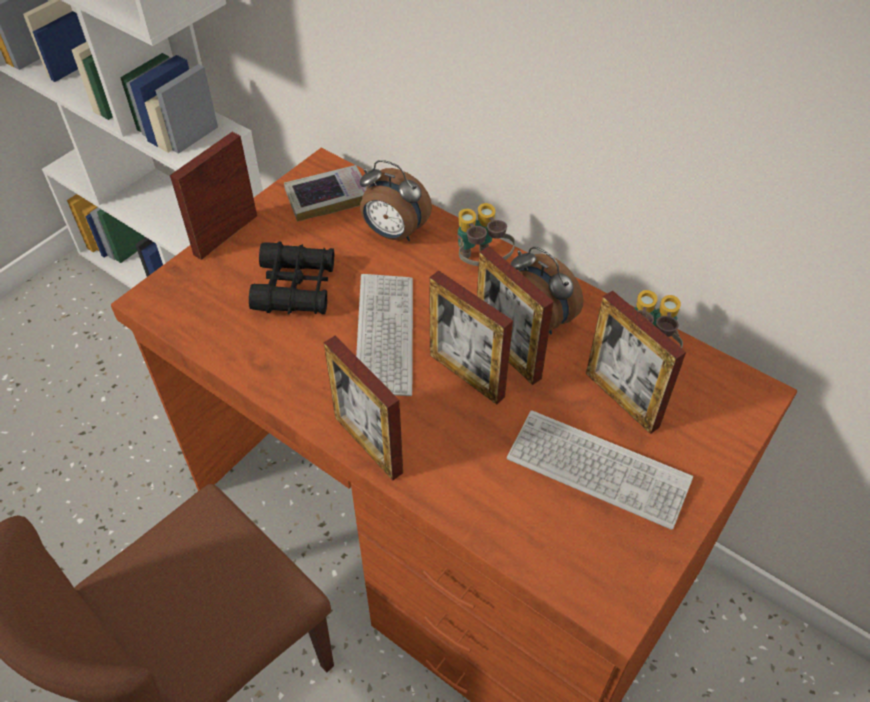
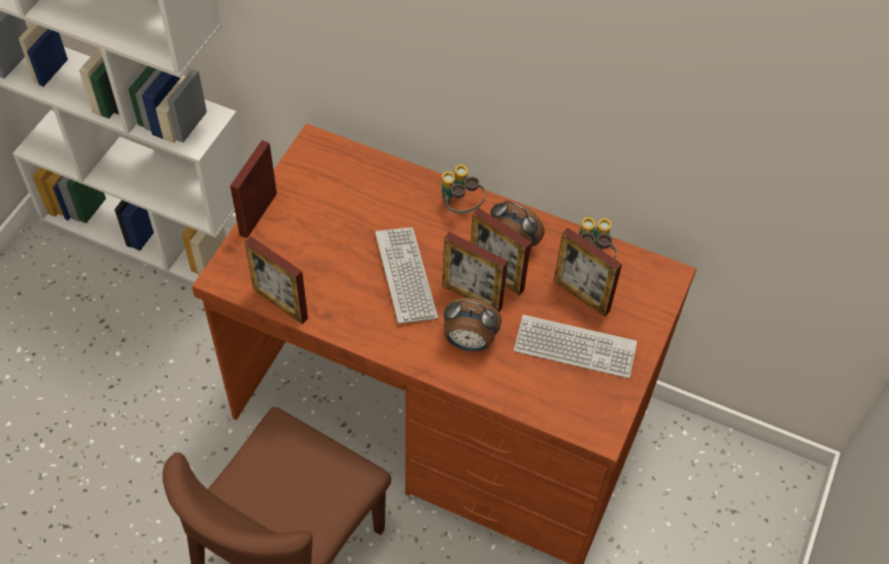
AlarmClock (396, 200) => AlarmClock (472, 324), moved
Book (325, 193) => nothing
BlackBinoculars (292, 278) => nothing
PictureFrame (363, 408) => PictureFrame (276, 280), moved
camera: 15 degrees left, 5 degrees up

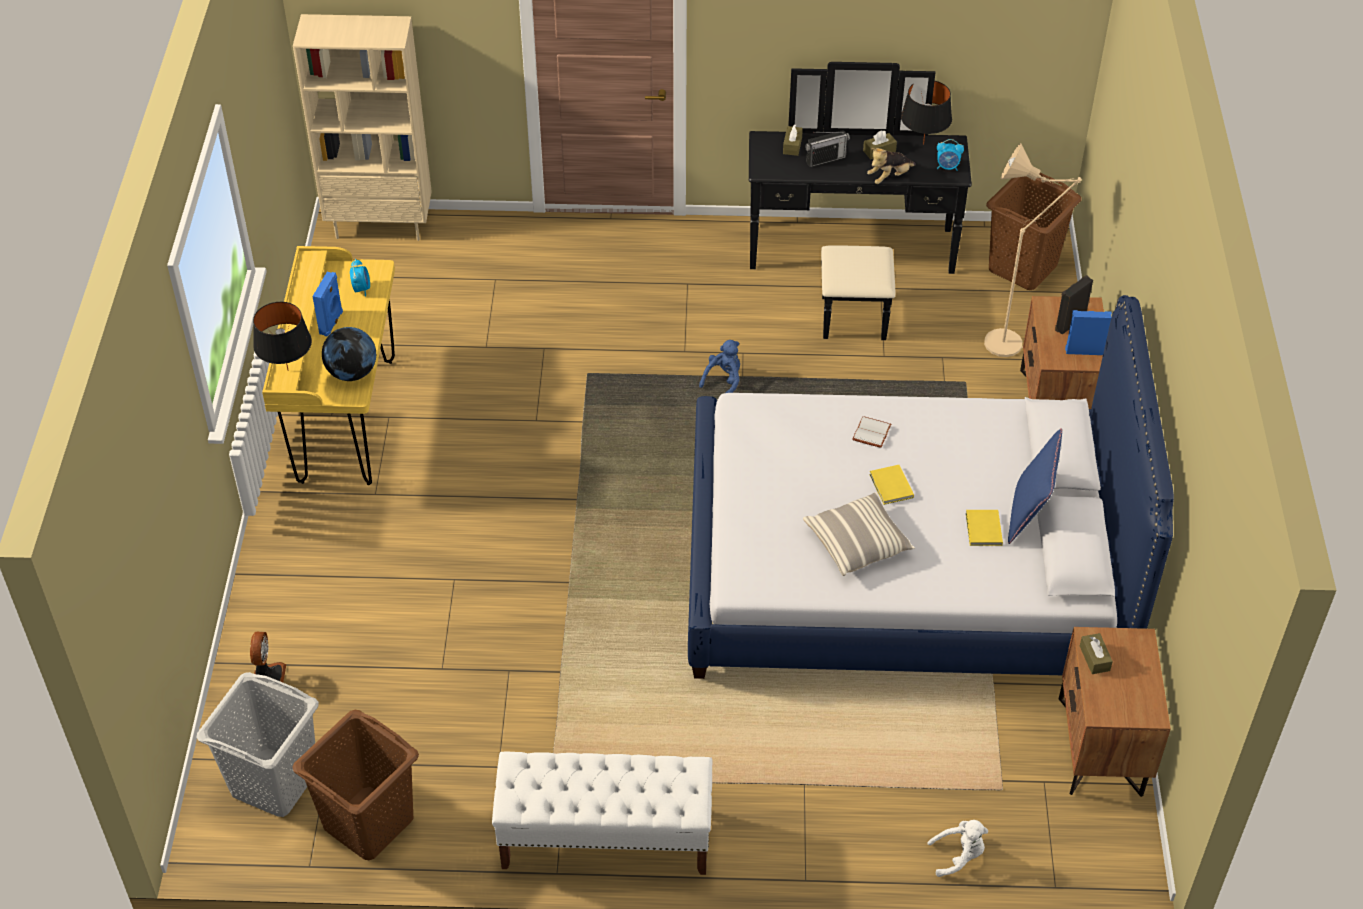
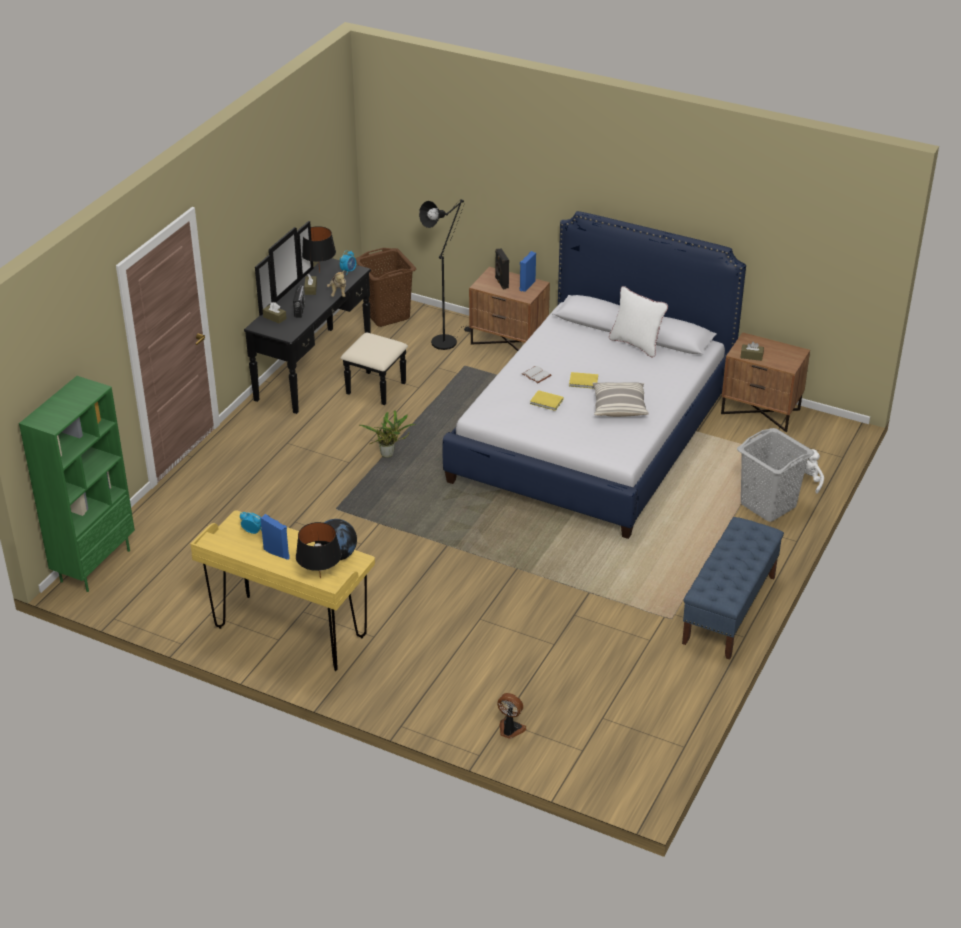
BeigeBookcase (362, 127) => GreenBookcase (77, 484)
BeigeFloorLamp (1032, 250) => BlackFloorLamp (445, 274)
BluePlushToy (719, 366) => PottedPlant (387, 434)
BluePillow (1035, 486) => WhitePillow (638, 321)
YellowBook (984, 528) => YellowBook (547, 400), moved
GreyLaundryBasket (257, 744) => GreyLaundryBasket (775, 475), moved
BrownLaundryBasket (355, 785) => nothing
WhiteBench (602, 813) => BlueBench (733, 588)
camera: 65 degrees left, 10 degrees down

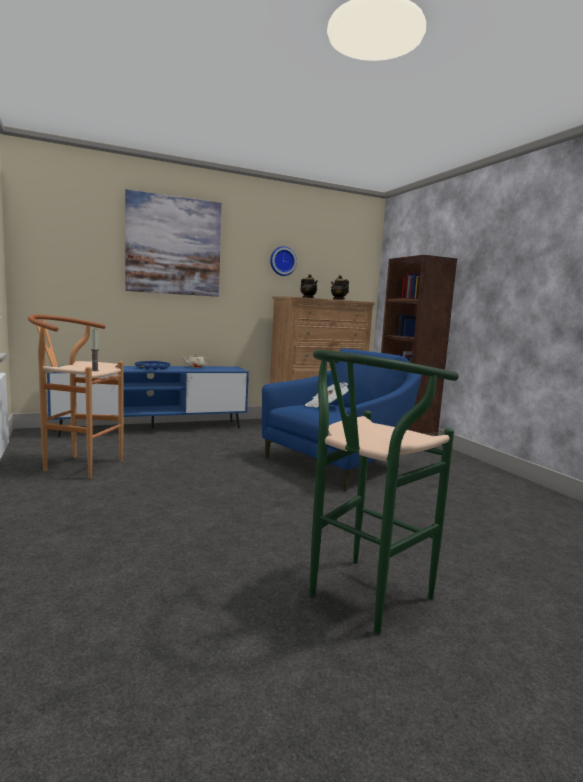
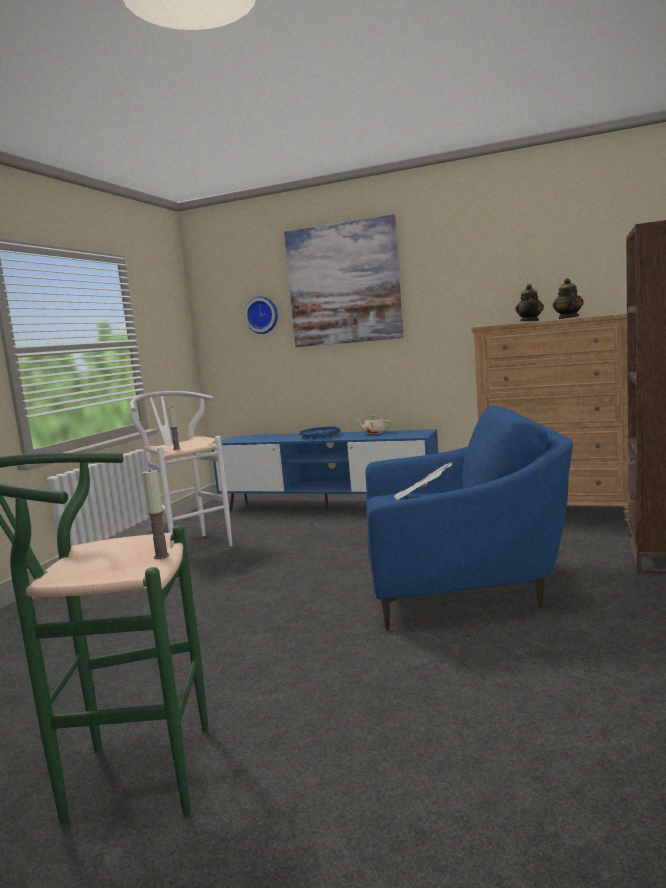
WallClock (283, 261) => WallClock (261, 315), moved
BrownStool (76, 396) => WhiteStool (181, 469)
nothing => Candle (156, 514)
camera: 45 degrees right, 0 degrees up

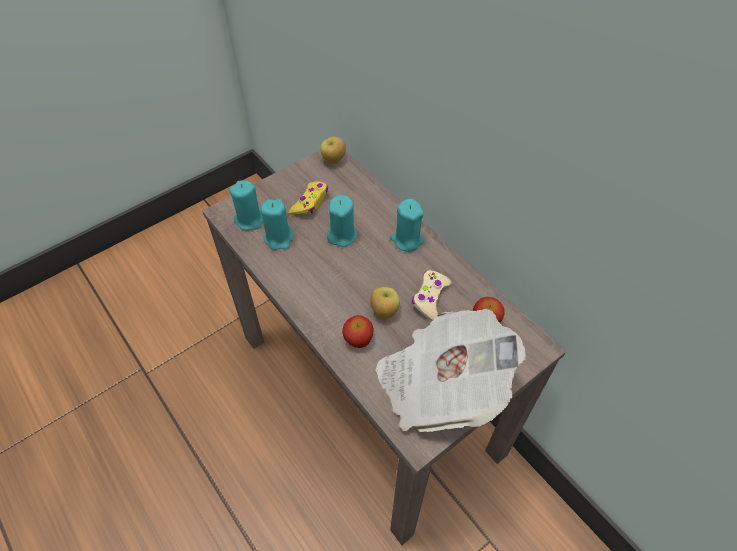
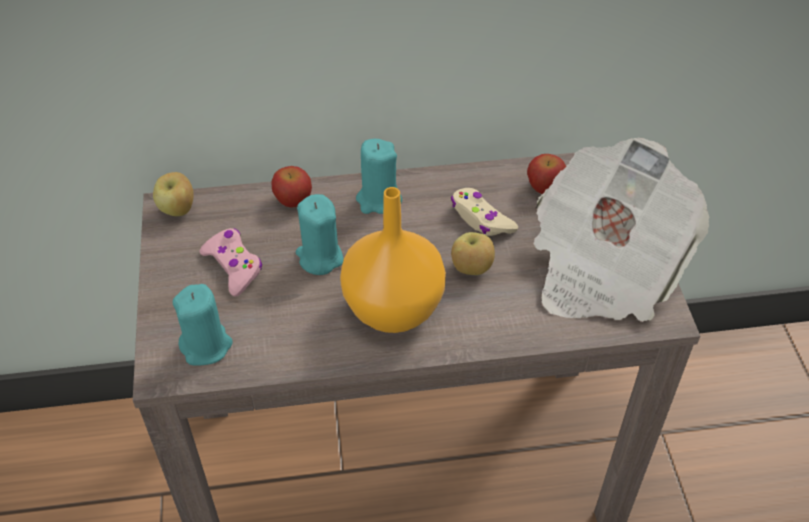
YellowGameController (308, 198) => PinkGameController (230, 262)
TurquoiseCandle (277, 224) => nothing
Apple (358, 331) => Apple (291, 187), moved
nothing => OrangeVase (393, 260)
camera: 60 degrees left, 5 degrees down

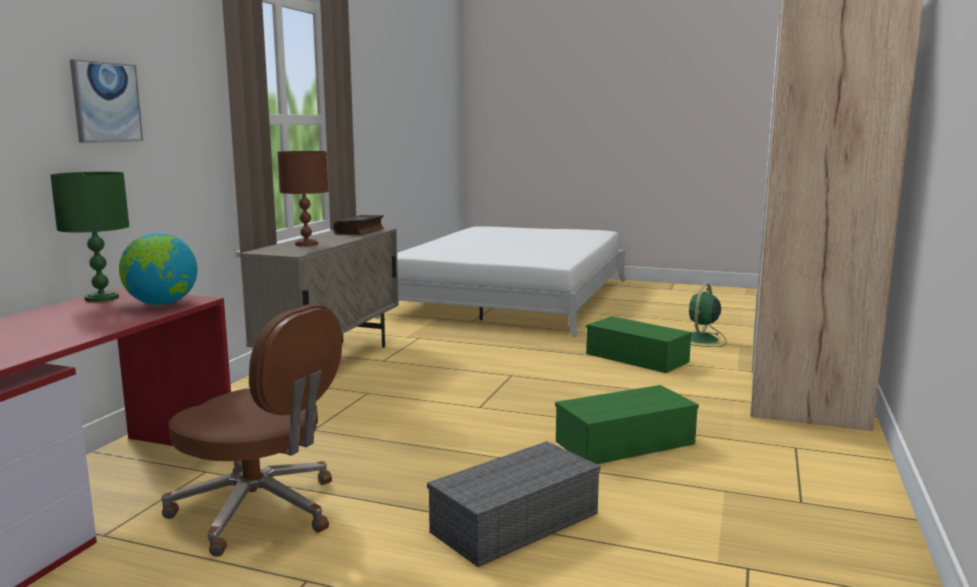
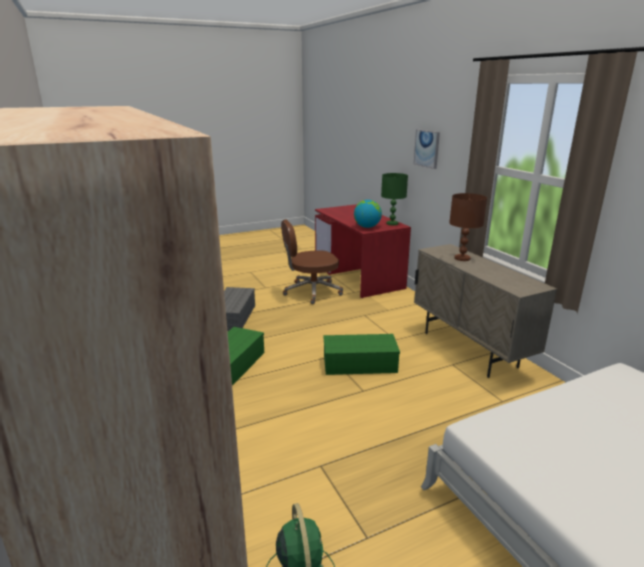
Book (359, 225) => nothing
GreenStorageBox (639, 344) => GreenStorageBox (361, 354), moved
camera: 135 degrees right, 10 degrees up

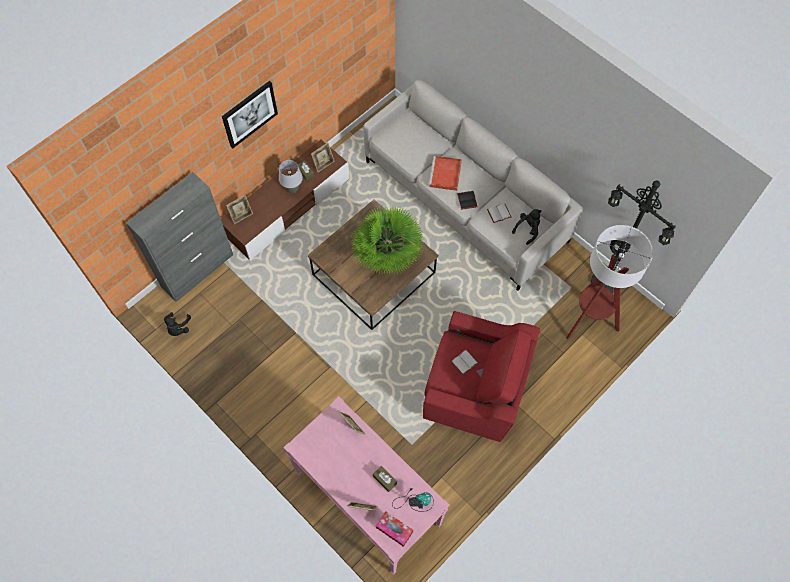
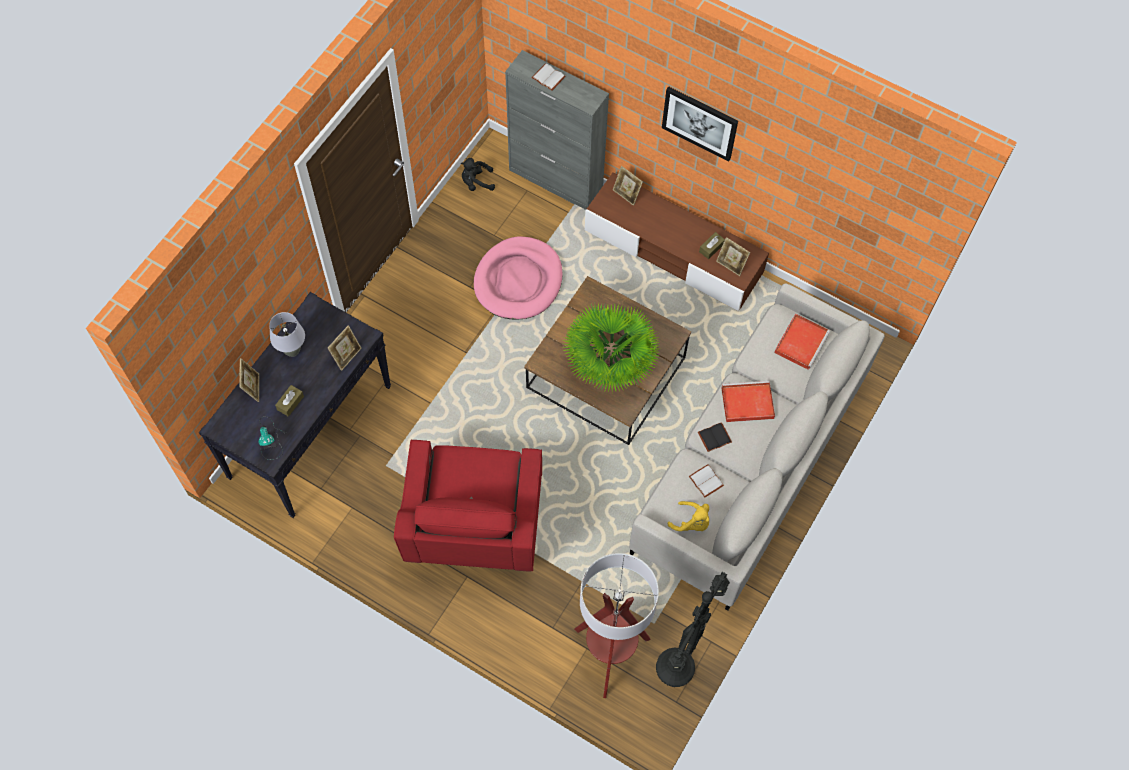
GreyTableLamp (291, 176) => GreyTableLamp (287, 334), moved
BlackPlushToy (526, 227) => YellowPlushToy (688, 516)
WhiteBook (465, 362) => WhiteBook (549, 77), moved
PinkConsoleTable (366, 485) => BlackConsoleTable (295, 405)
TissueBox (394, 529) => nothing
nothing => PinkDogBed (518, 278)
nothing => RedTray (802, 342)
camera: 75 degrees right, 0 degrees up

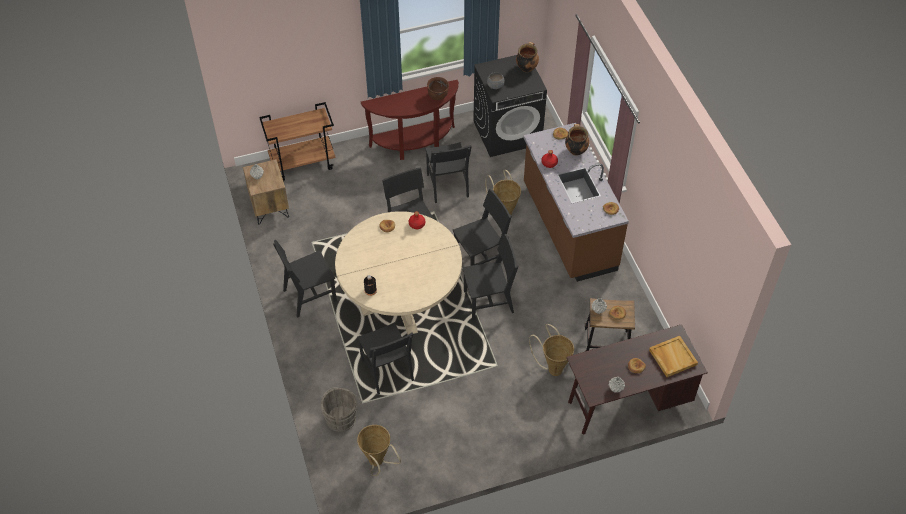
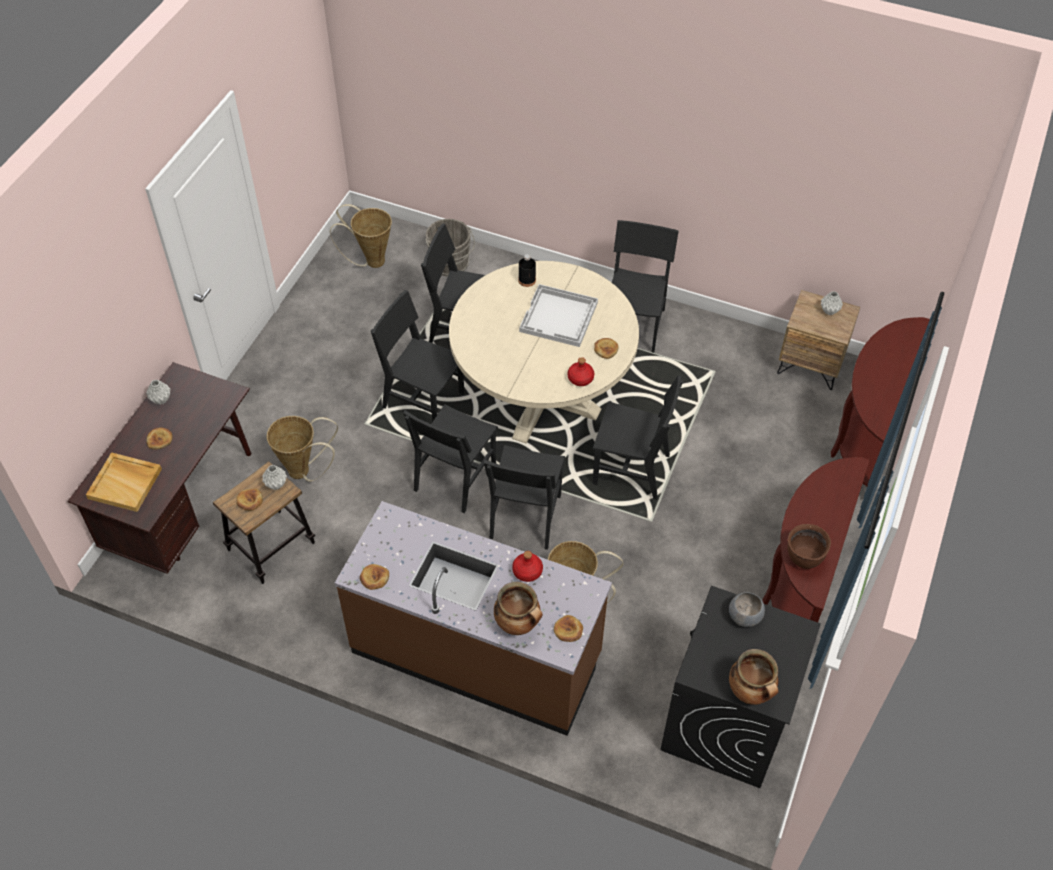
BrownCart (297, 141) => BrownConsoleTable (880, 401)
BlackChair (448, 172) => BlackChair (417, 356), moved
nothing => WhiteTray (558, 315)
camera: 130 degrees right, 0 degrees up

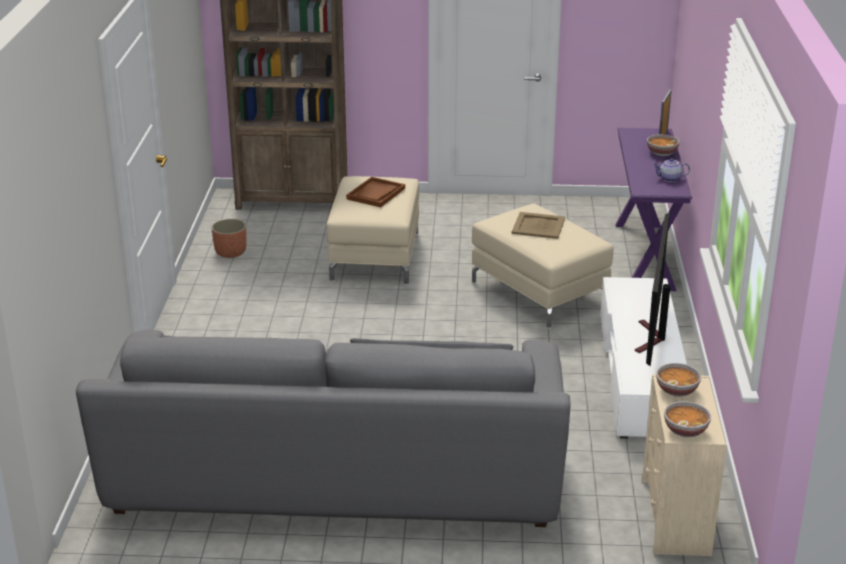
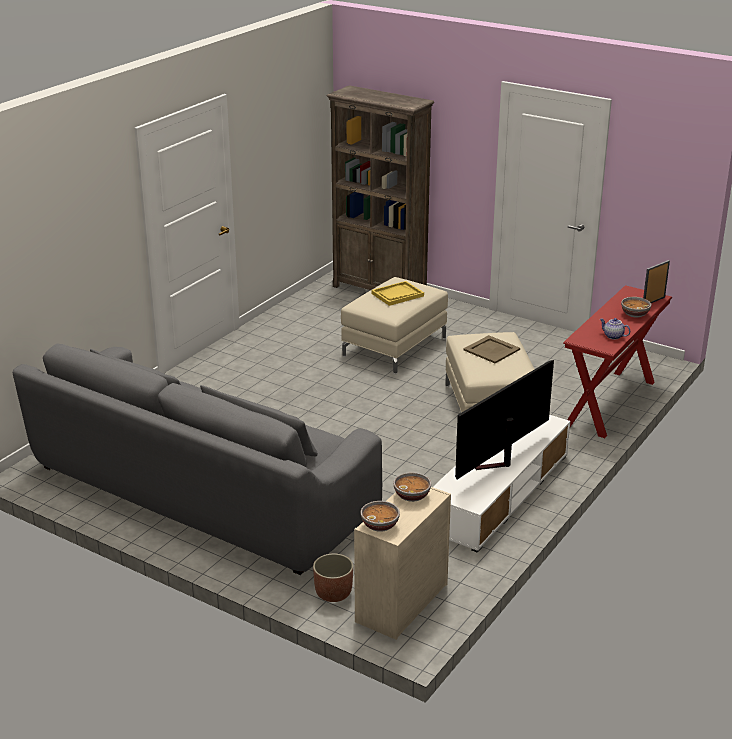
PurpleConsoleTable (653, 209) => RedConsoleTable (617, 361)
BrownTray (375, 192) => YellowTray (397, 293)
Planter (229, 238) => Planter (333, 578), moved
camera: 30 degrees right, 0 degrees up

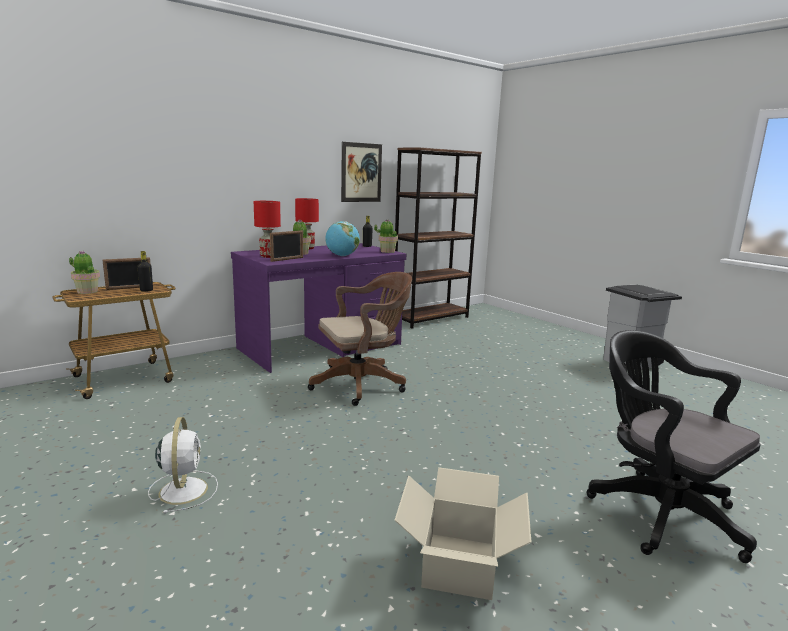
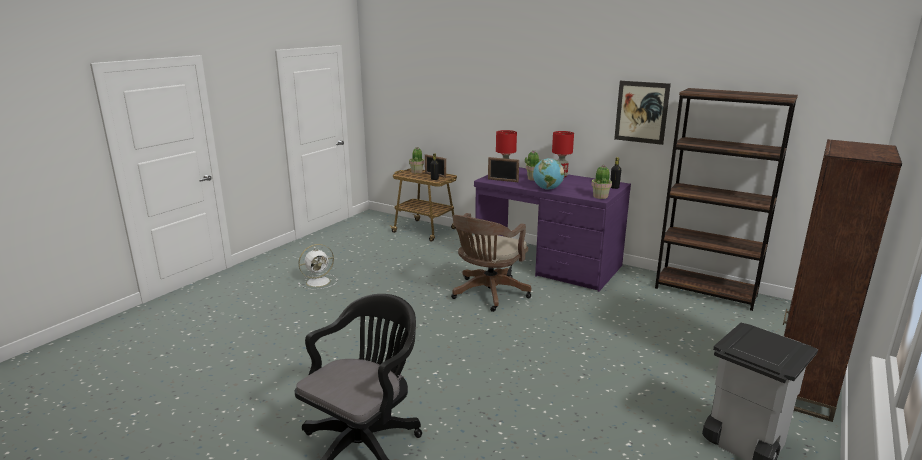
BrownOfficeChair (360, 339) => BrownOfficeChair (491, 262), 75 degrees clockwise
CardboardBox (463, 533) => nothing
nothing => BrownBookcase (842, 280)
camera: 70 degrees right, 5 degrees up

